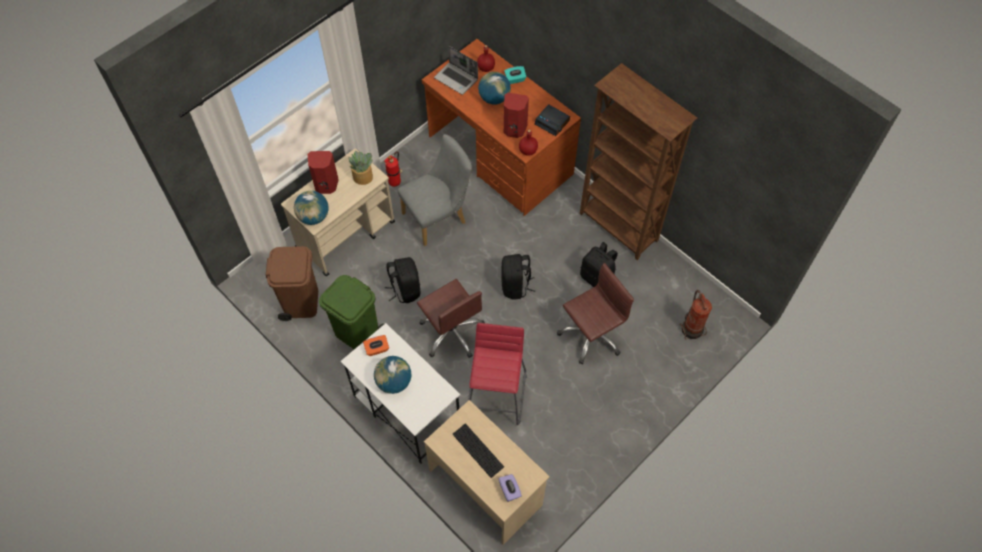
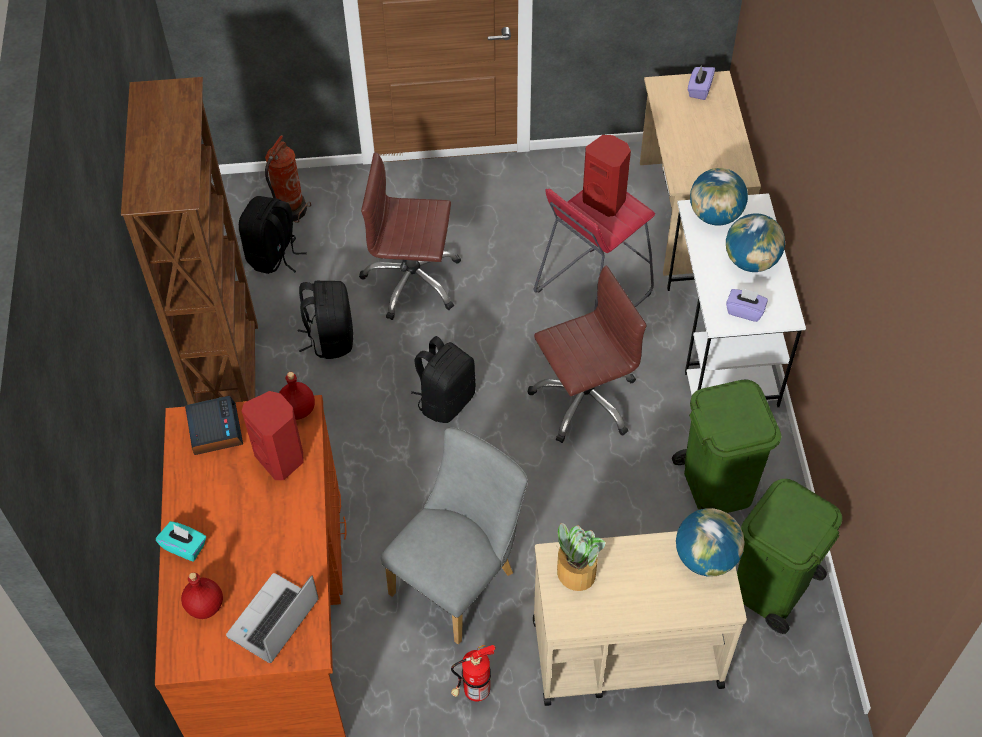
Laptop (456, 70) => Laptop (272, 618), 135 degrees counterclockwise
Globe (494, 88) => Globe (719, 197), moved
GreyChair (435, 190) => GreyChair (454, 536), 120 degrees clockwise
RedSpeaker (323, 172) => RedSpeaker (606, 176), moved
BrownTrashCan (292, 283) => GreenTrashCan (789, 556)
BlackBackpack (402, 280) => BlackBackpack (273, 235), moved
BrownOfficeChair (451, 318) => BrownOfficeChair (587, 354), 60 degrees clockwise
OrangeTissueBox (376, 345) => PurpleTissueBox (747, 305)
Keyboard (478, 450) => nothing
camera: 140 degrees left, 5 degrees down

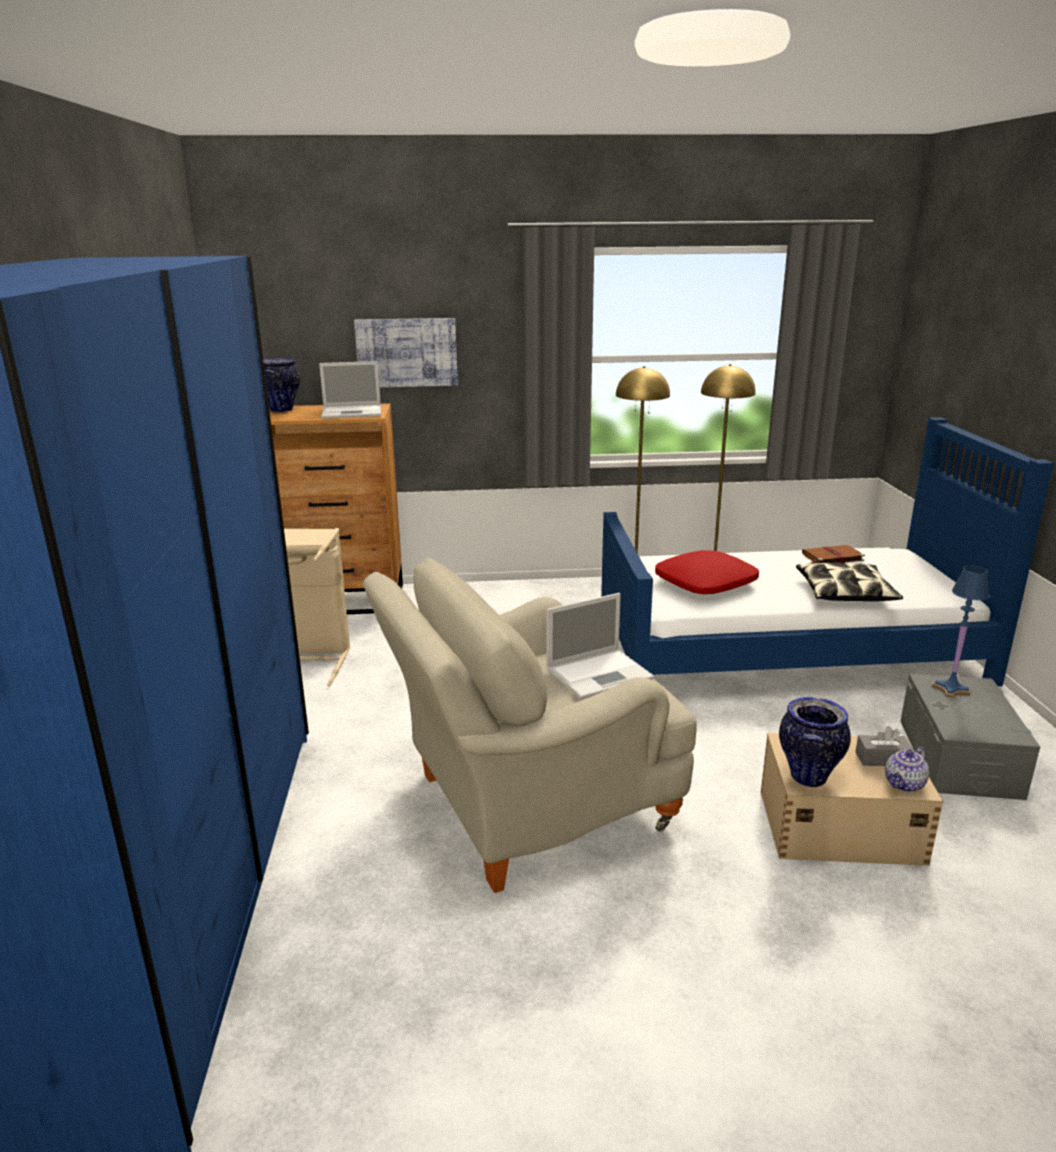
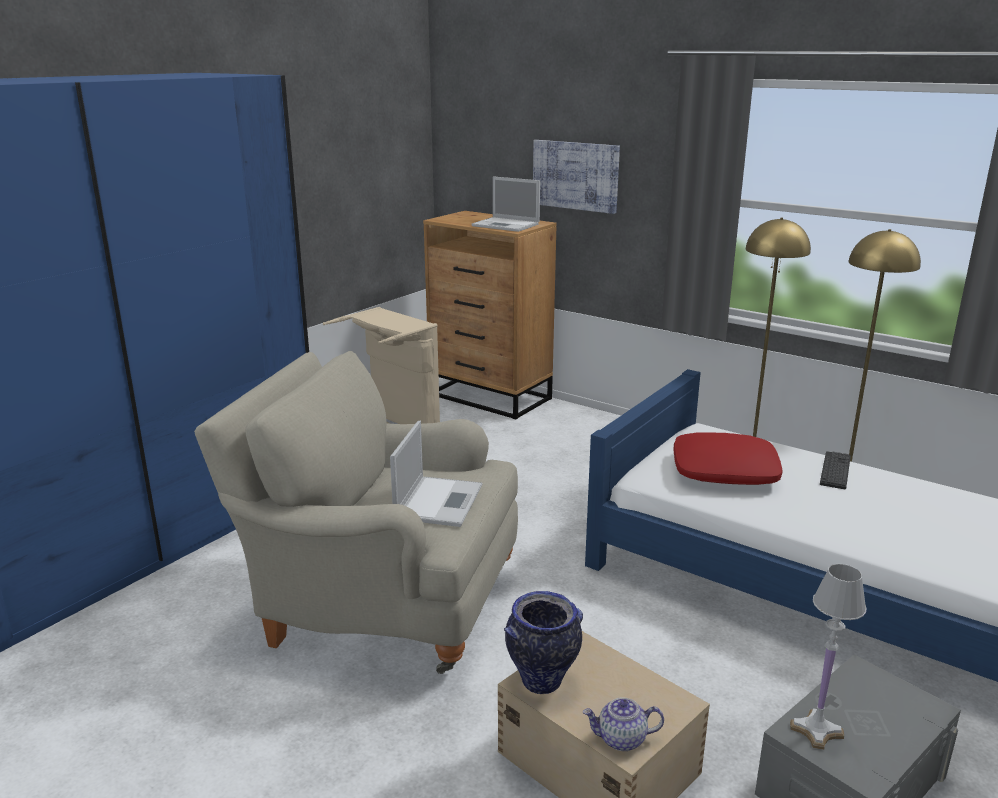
Vase (281, 385) => nothing
BrownBook (833, 554) => nothing
Pillow (849, 582) => nothing
BlueTableLamp (961, 632) => nothing
Laptop (600, 646) => Laptop (436, 474), 90 degrees counterclockwise
GreyTissueBox (884, 746) => nothing
nothing => Keyboard (835, 470)
nothing => WhiteTableLamp (828, 657)
camera: 40 degrees right, 0 degrees up

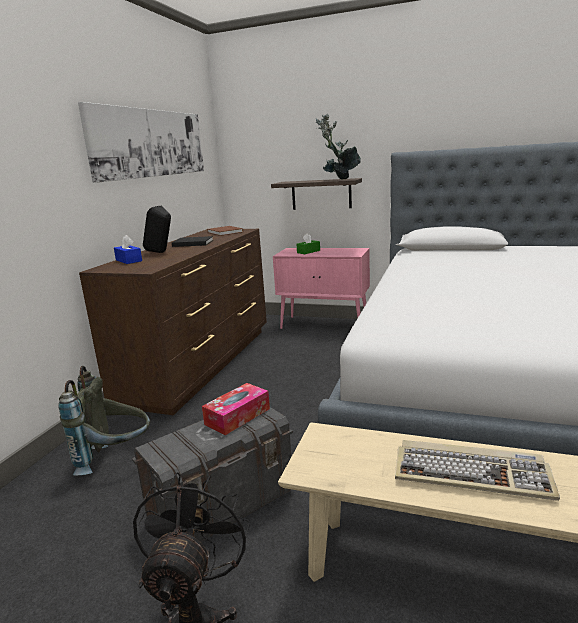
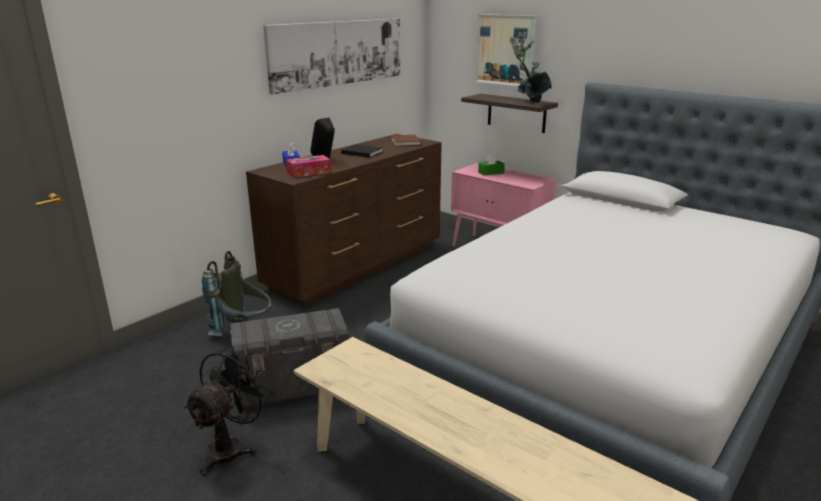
TissueBox (236, 409) => TissueBox (308, 166), moved
Keyboard (477, 470) => nothing
nothing => Picture (507, 50)
camera: 20 degrees right, 5 degrees up

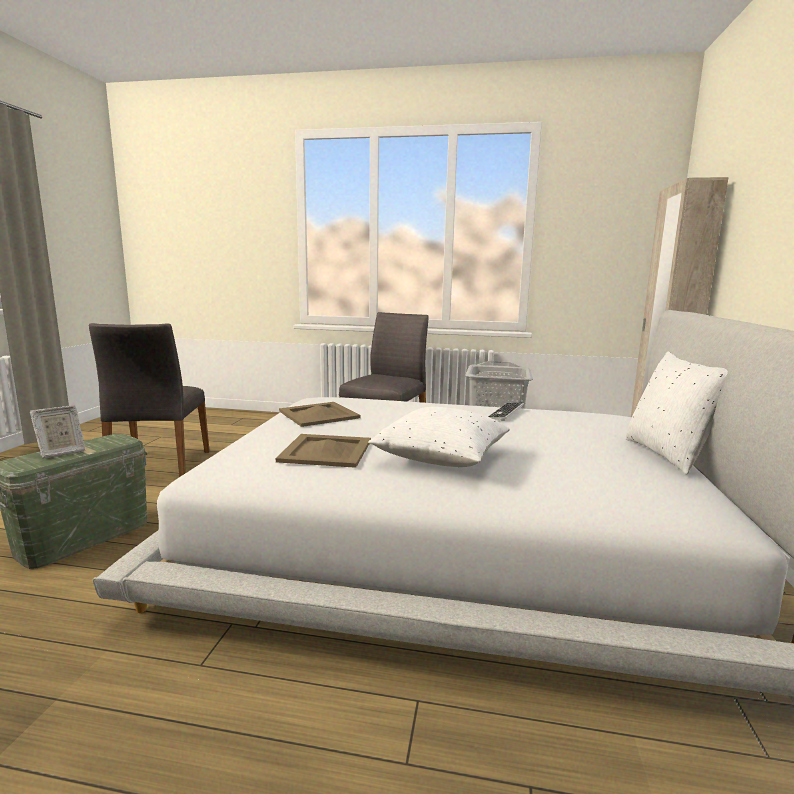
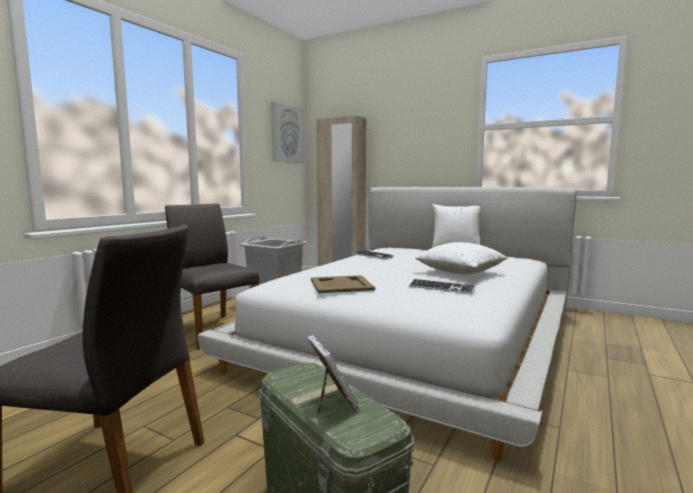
BeigeTray (323, 451) => Keyboard (442, 286)
nothing => Picture (287, 132)
camera: 70 degrees left, 5 degrees down

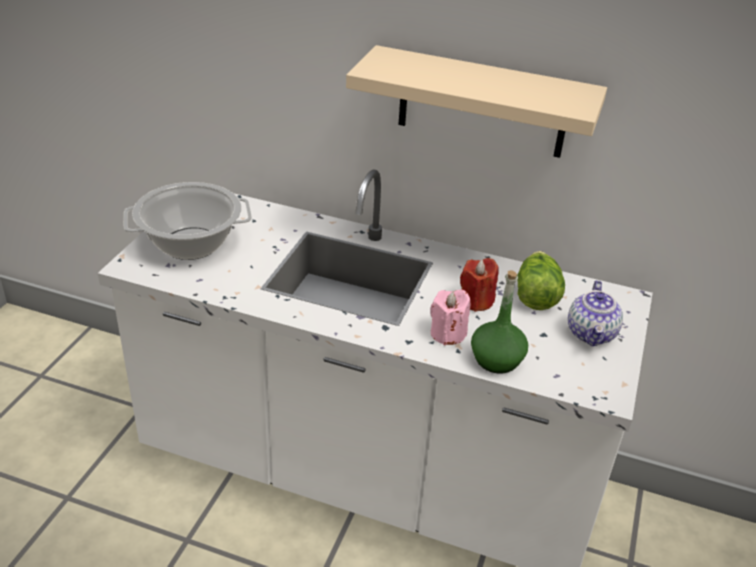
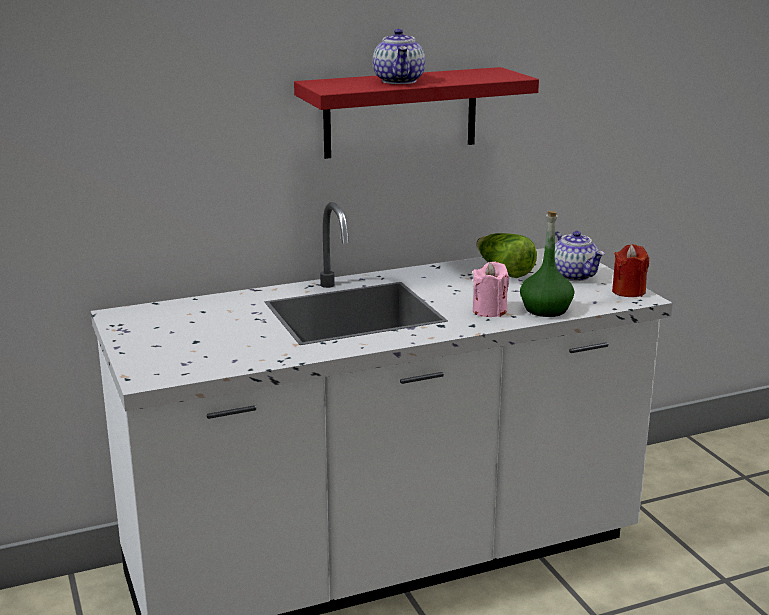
BeigeShelf (476, 101) => RedShelf (416, 113)
CookingPot (188, 221) => nothing
RedCandle (479, 285) => RedCandle (630, 270), moved
nothing => Teapot (399, 56)
camera: 40 degrees left, 15 degrees down

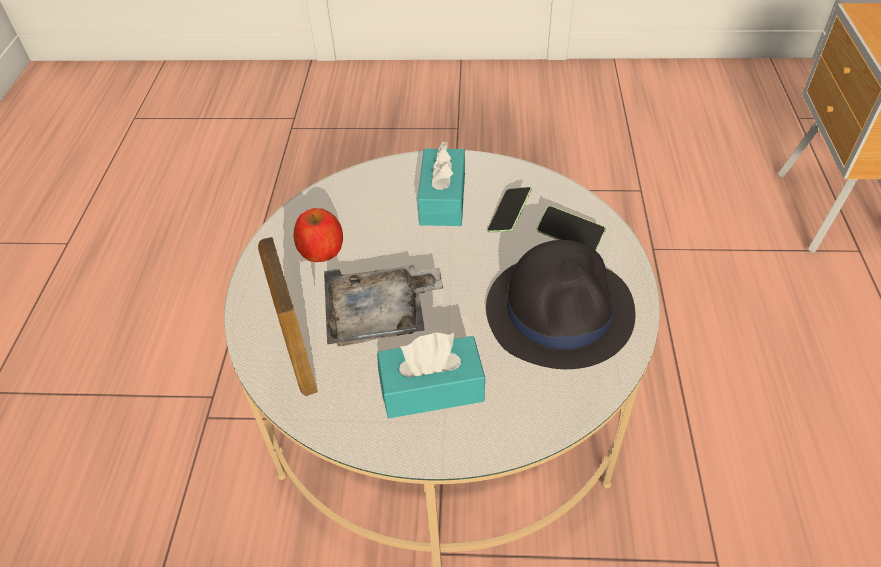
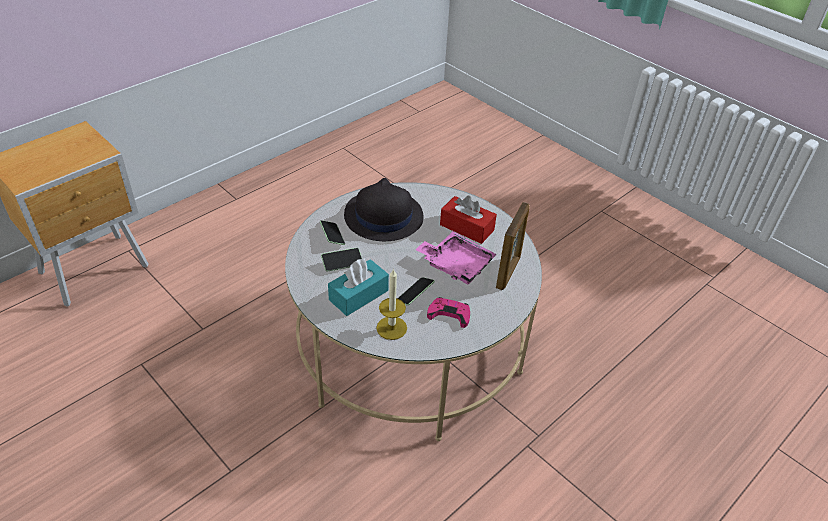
Apple (318, 235) => PinkGameController (448, 312)
GreyTray (383, 305) => PinkTray (456, 257)
TurquoiseTissueBox (431, 375) => RedTissueBox (468, 220)
nothing => Candle (391, 304)
nothing => Phone (416, 291)
camera: 140 degrees left, 5 degrees down

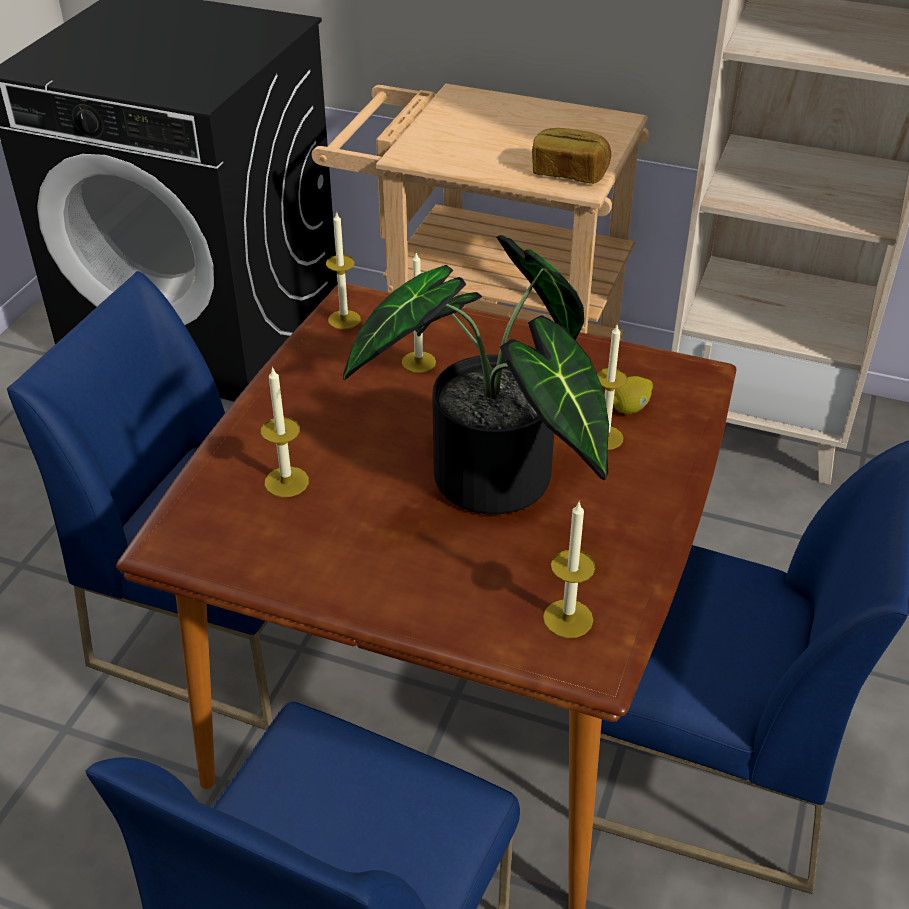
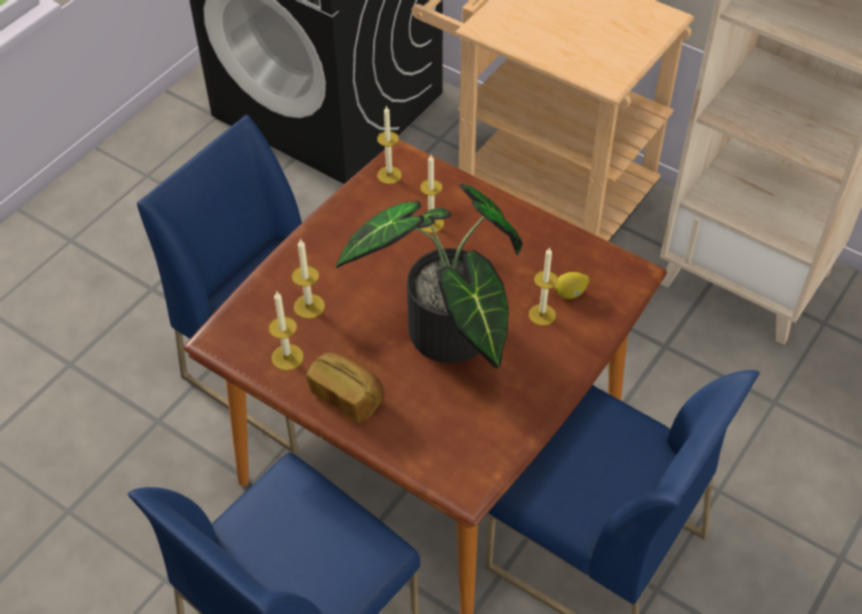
Bread (571, 156) => Bread (345, 387), moved
Candle (569, 570) => Candle (286, 331), moved
camera: 15 degrees right, 10 degrees up

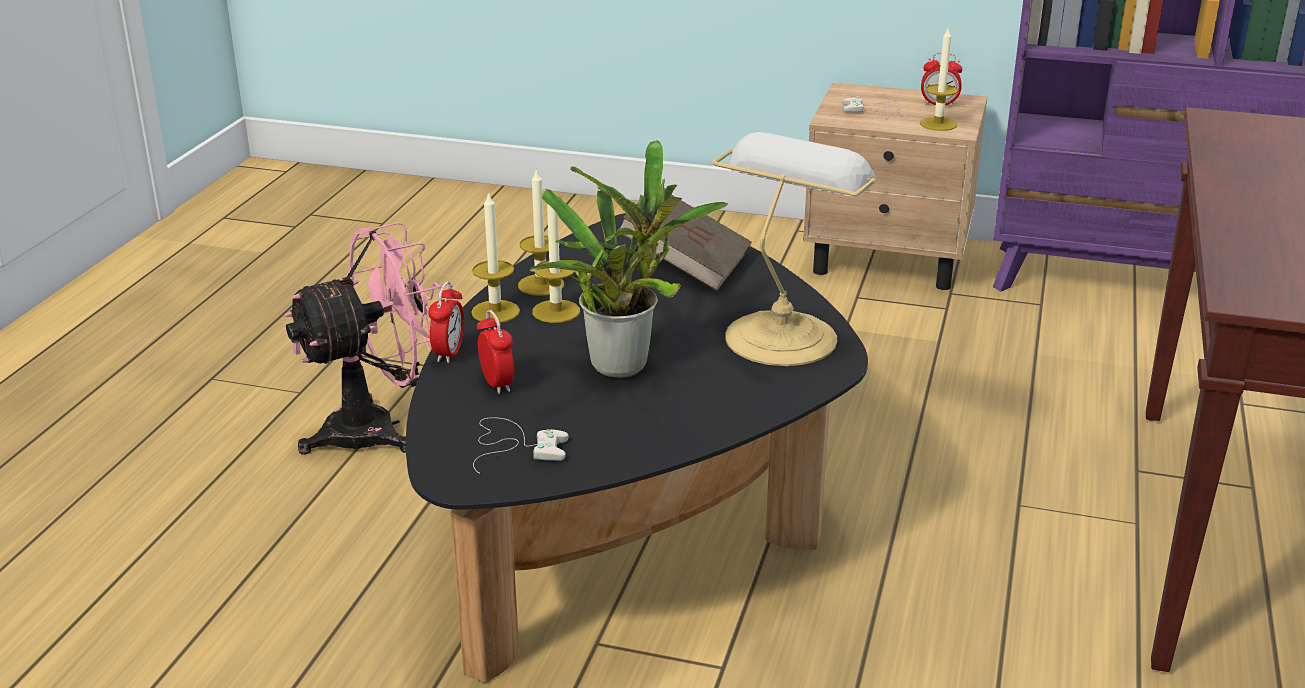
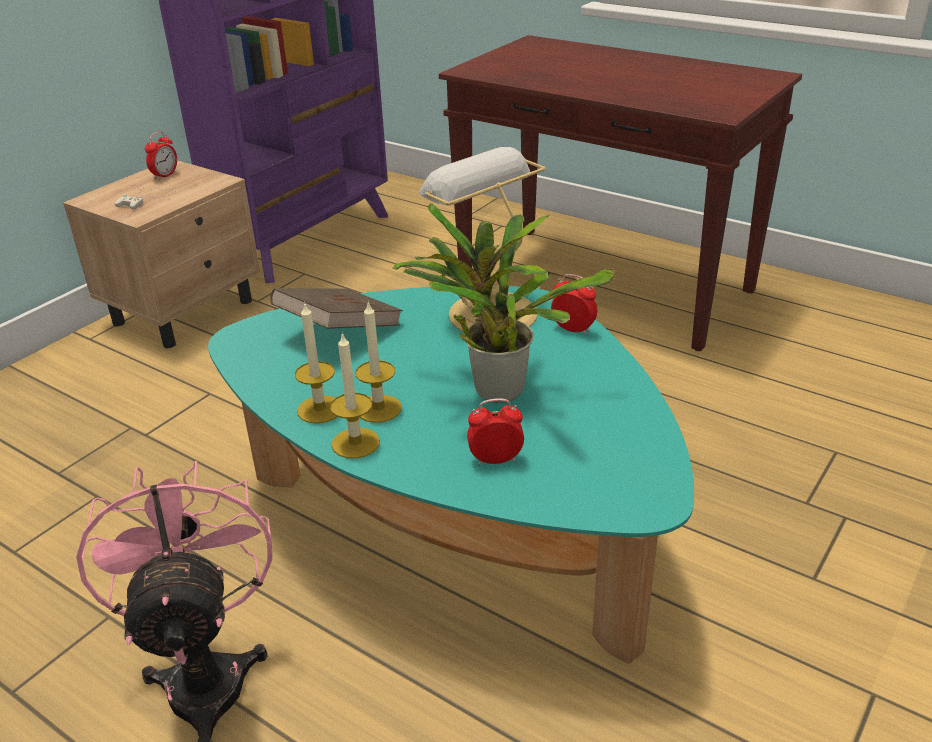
Candle (939, 78) => nothing
BlackCoffeeTable (637, 448) => TurquoiseCoffeeTable (451, 475)
AlarmClock (446, 322) => AlarmClock (574, 304), moved
WhiteGameController (521, 445) => nothing
camera: 70 degrees left, 5 degrees up

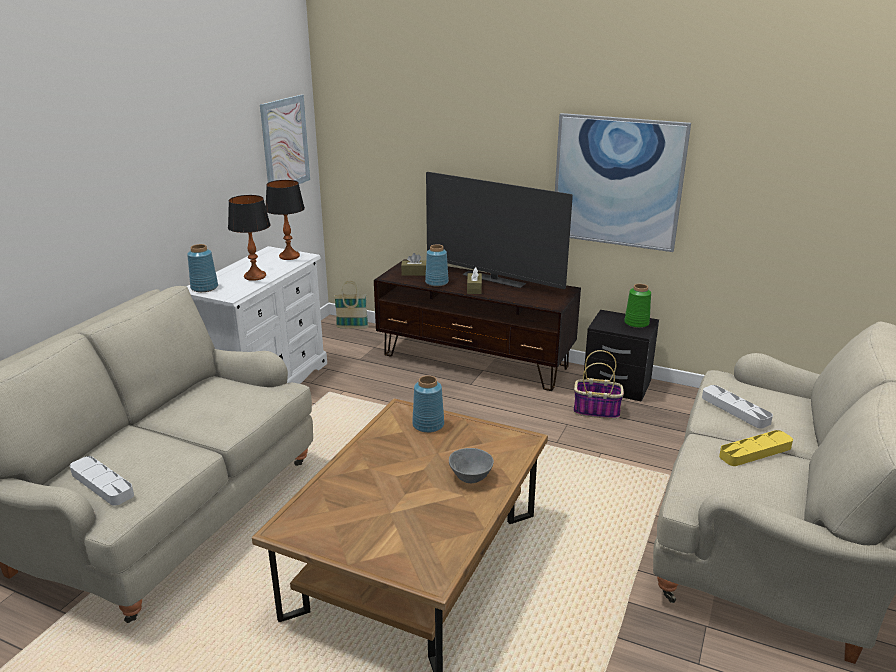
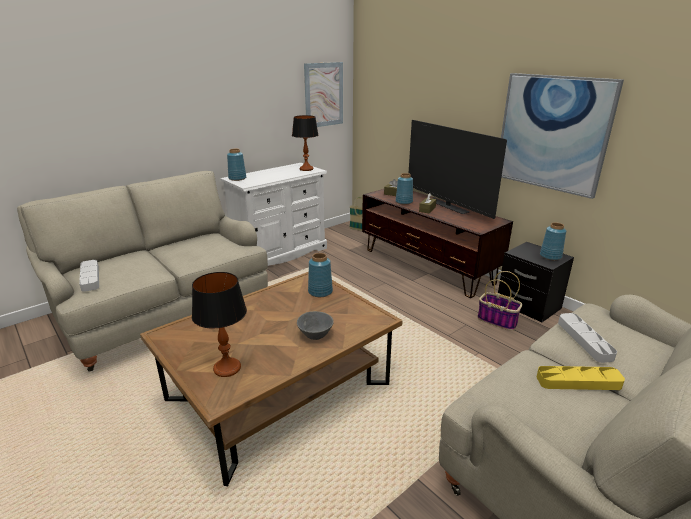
TableLamp (249, 238) => TableLamp (219, 324), moved
GreenVase (637, 306) => BlueVase (553, 241)
camera: 25 degrees right, 0 degrees up

